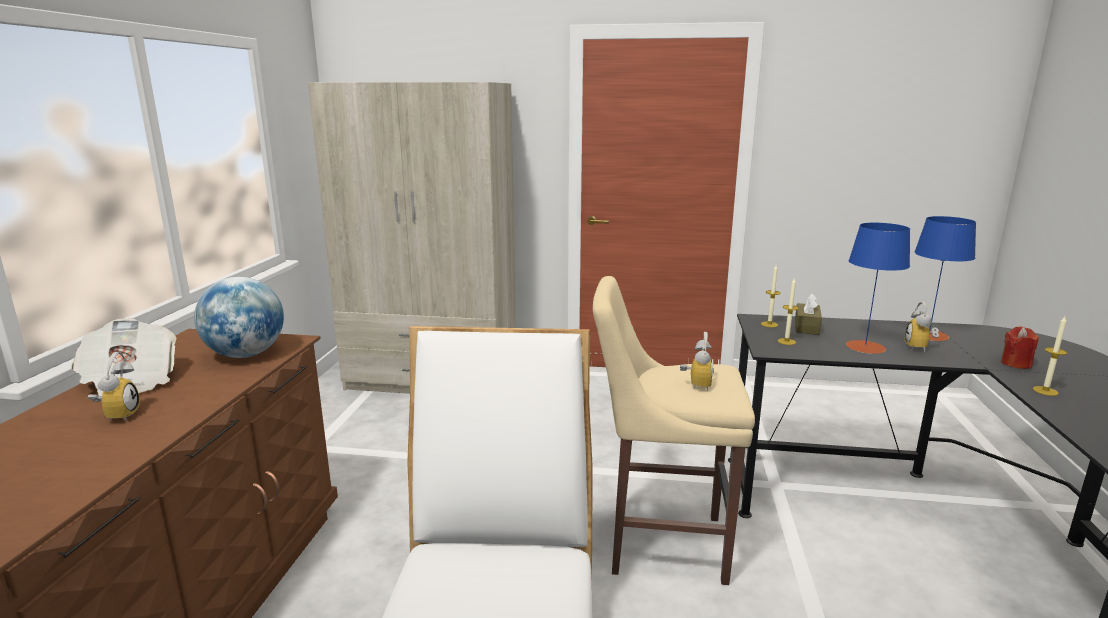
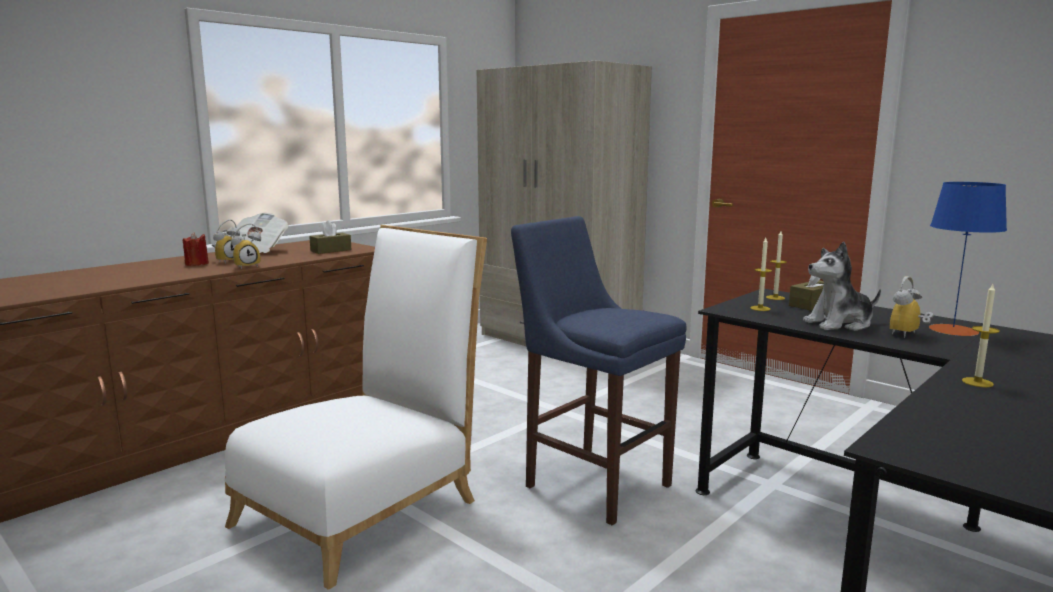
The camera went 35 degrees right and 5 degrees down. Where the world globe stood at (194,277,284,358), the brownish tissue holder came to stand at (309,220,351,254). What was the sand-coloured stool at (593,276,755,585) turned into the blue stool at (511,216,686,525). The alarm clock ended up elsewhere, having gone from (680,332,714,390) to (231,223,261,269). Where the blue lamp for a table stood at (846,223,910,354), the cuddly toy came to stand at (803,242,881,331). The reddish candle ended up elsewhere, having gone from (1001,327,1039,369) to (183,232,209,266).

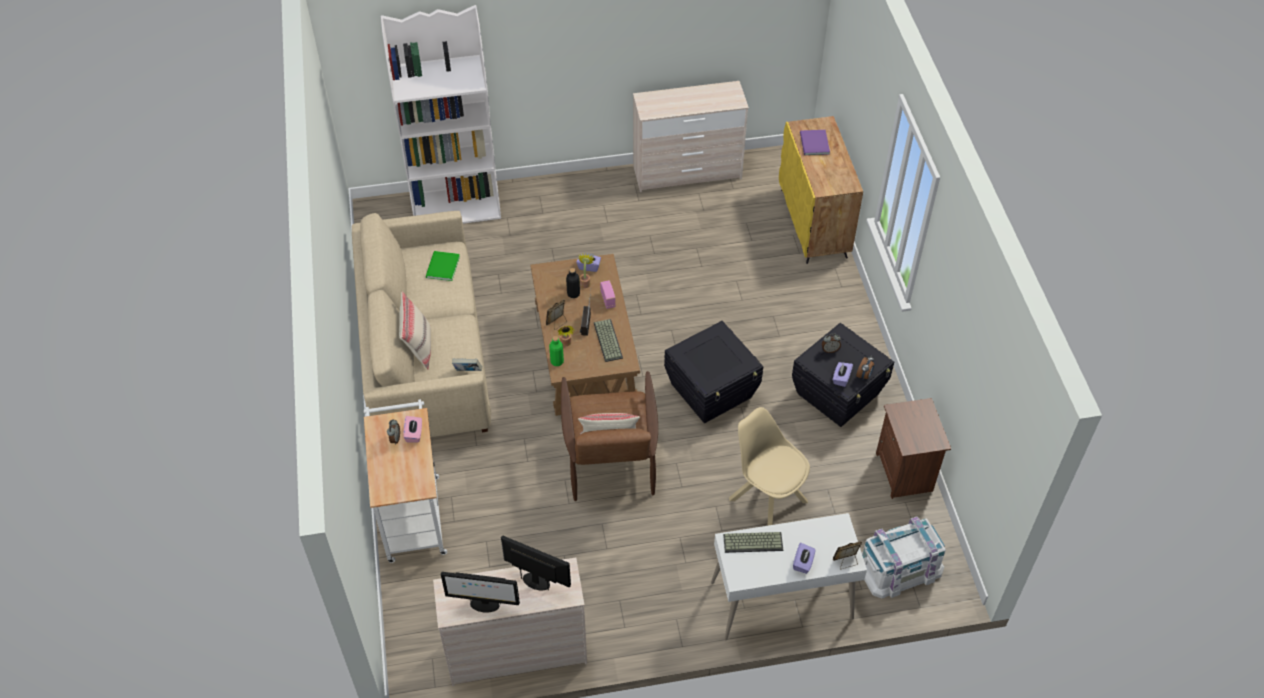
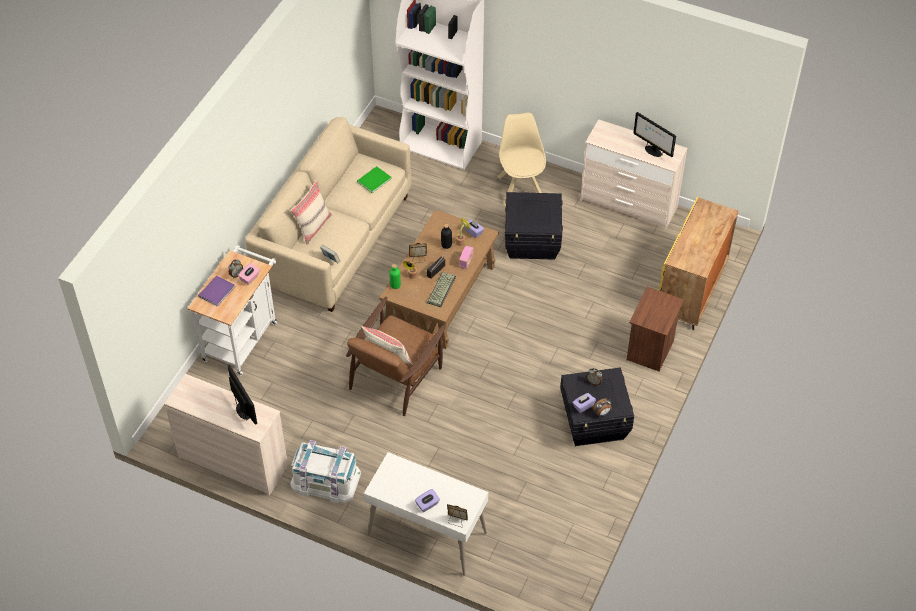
The camera went 35 degrees right and 0 degrees up. The monitor ended up elsewhere, having gone from (441,572,520,613) to (633,112,676,157). The black storage box ended up elsewhere, having gone from (664,321,763,423) to (505,192,563,260). The second view lost the keyboard at (723,532,783,553). The sand-coloured plain chair ended up elsewhere, having gone from (729,407,810,526) to (498,113,546,206). The purplish bound book ended up elsewhere, having gone from (800,130,830,155) to (198,276,235,306). The white-coloured storage box ended up elsewhere, having gone from (862,517,946,599) to (290,440,361,503). The brownish night table ended up elsewhere, having gone from (876,398,951,499) to (626,287,684,371).

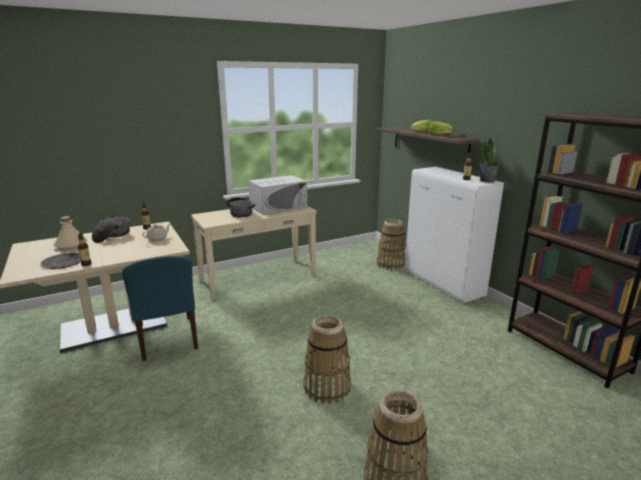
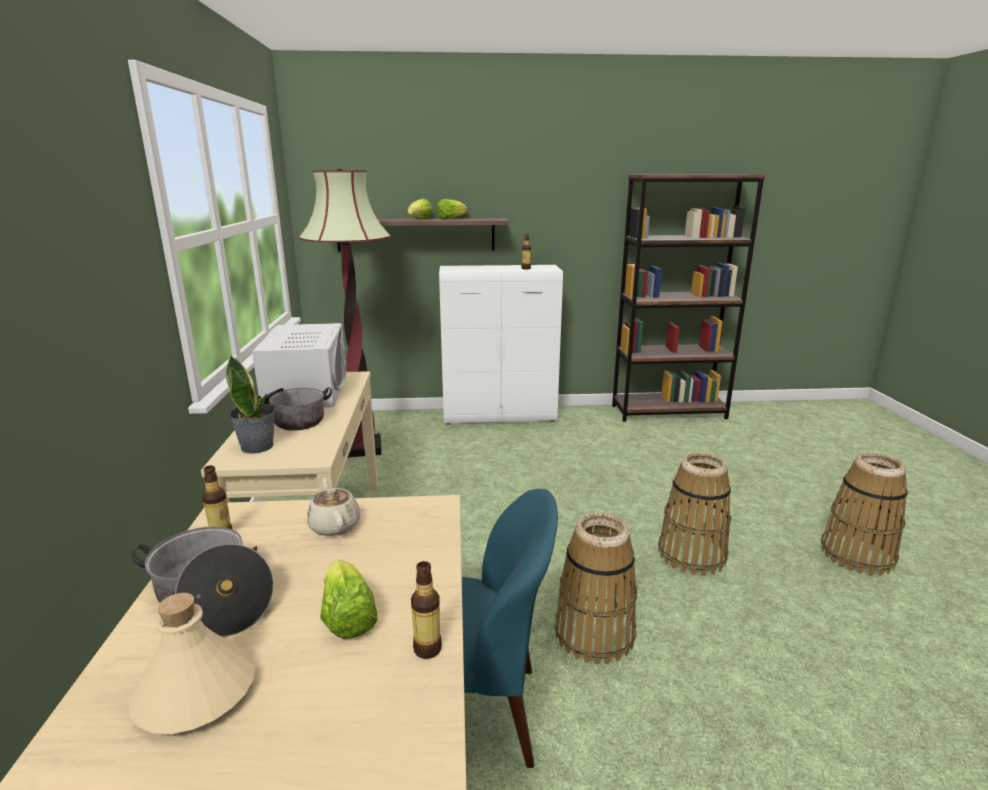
The camera went 65 degrees left and 0 degrees up. The second view lost the black plate at (40,253,81,269). The household basket ended up elsewhere, having gone from (377,219,406,270) to (555,513,637,664). The potted plant ended up elsewhere, having gone from (480,137,500,182) to (226,355,276,454). The second view gained the floor lamp at (298,169,391,457). The second view gained the lettuce head at (320,560,377,639).

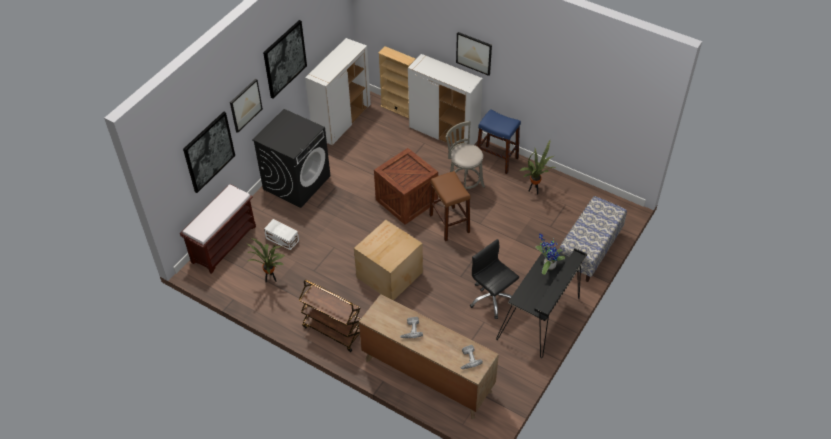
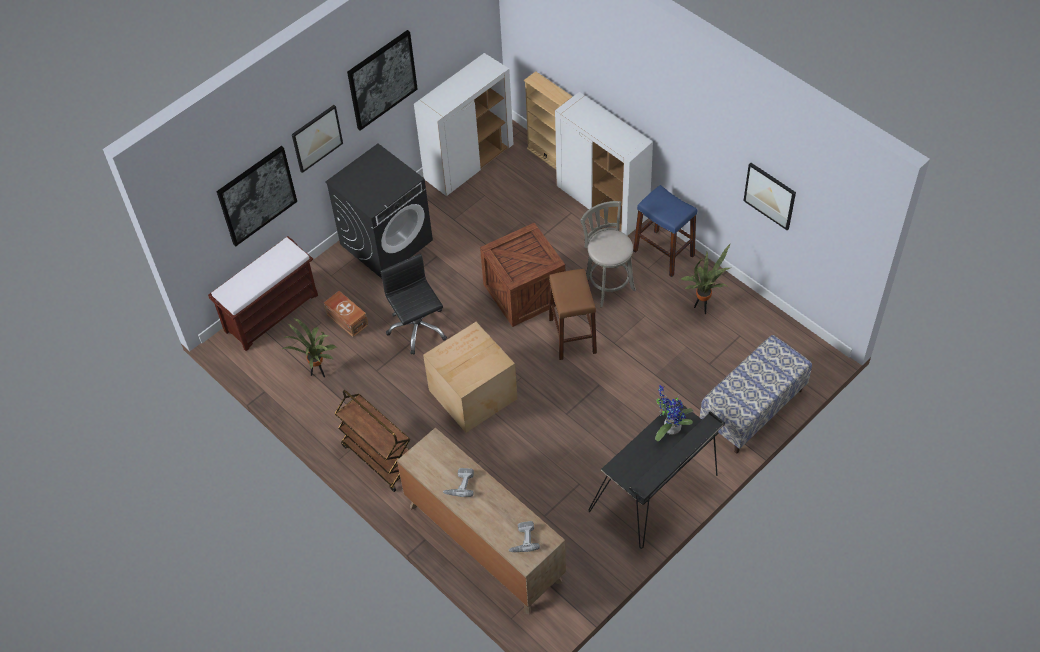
The camera went 15 degrees right and 5 degrees up. What was the white-coloured storage box at (264,219,299,251) turned into the brownish storage box at (324,291,368,337). The picture ended up elsewhere, having gone from (456,32,492,76) to (743,163,796,230). The black office chair ended up elsewhere, having gone from (470,239,519,319) to (381,254,447,355).

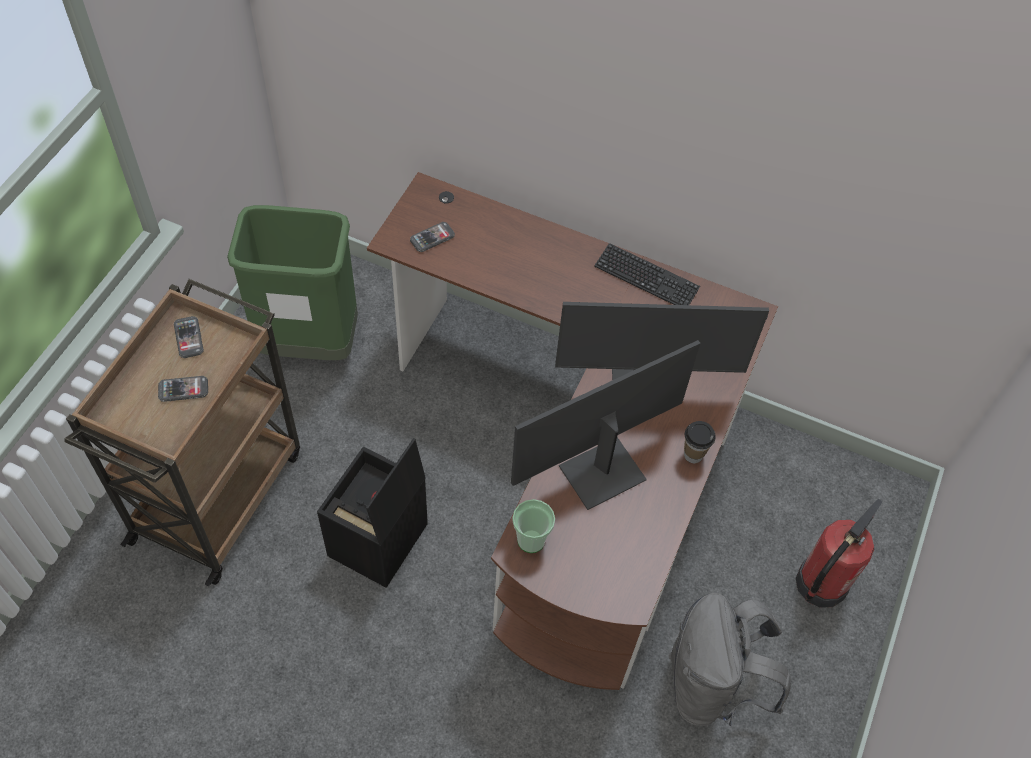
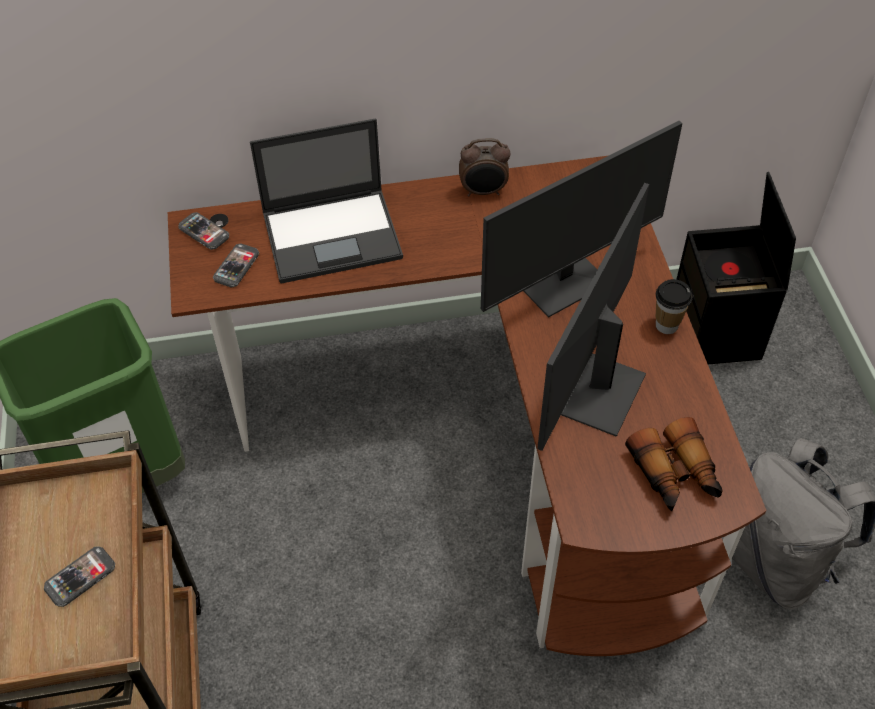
The camera went 30 degrees left and 5 degrees down. The phone ended up elsewhere, having gone from (174,316,204,358) to (179,212,229,250). The black storage box ended up elsewhere, having gone from (317,438,428,588) to (676,172,796,364). The second view lost the small cup at (512,499,555,553). Where the keyboard stood at (594,243,700,305), the alarm clock came to stand at (459,138,511,197). The second view lost the fire-fighting cylinder at (796,498,883,608). The second view gained the laptop at (250,118,403,284). The second view gained the field glasses at (625,417,722,511).

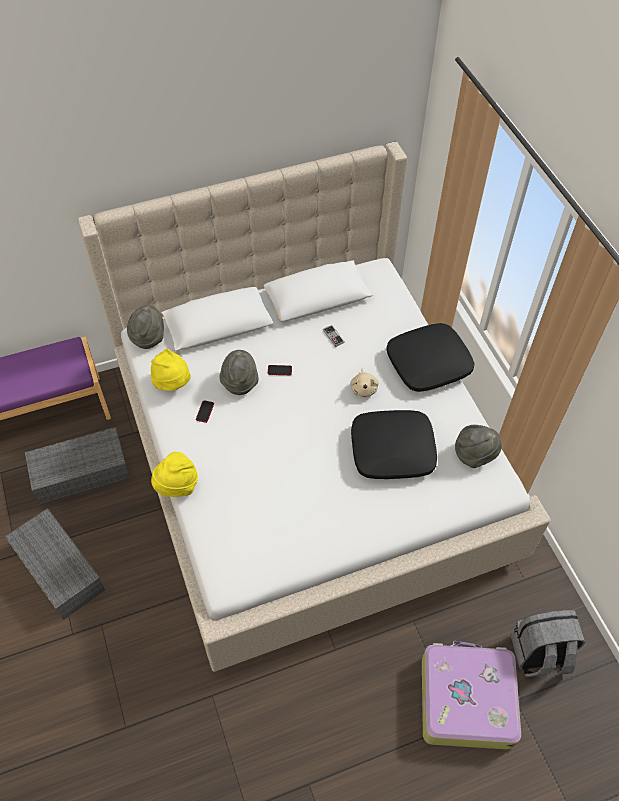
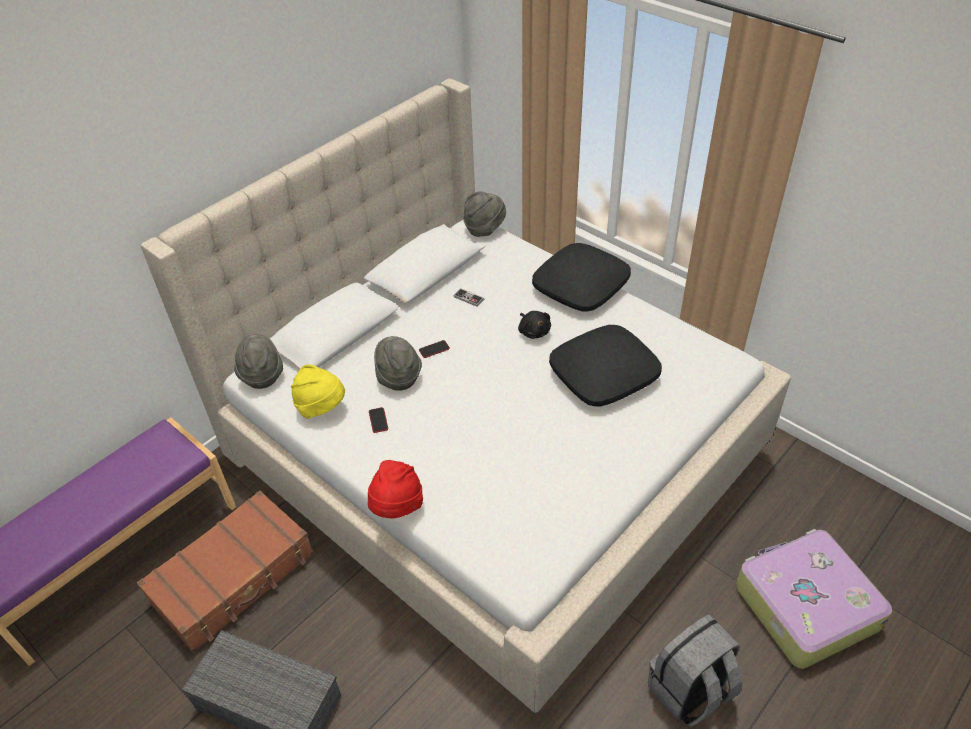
The camera went 25 degrees left and 10 degrees down. Where the greyish storage box stood at (25,427,130,504), the brownish suitcase came to stand at (137,490,313,652). What was the yellow-coloured clothing hat at (151,452,198,497) turned into the reddish clothing hat at (368,460,423,518). What was the sand-coloured cuddly toy at (350,368,379,397) turned into the black cuddly toy at (518,311,551,339). The greyish clothing hat ended up elsewhere, having gone from (455,425,502,468) to (464,191,506,237). The greyish rucksack ended up elsewhere, having gone from (511,610,585,677) to (648,615,743,727).

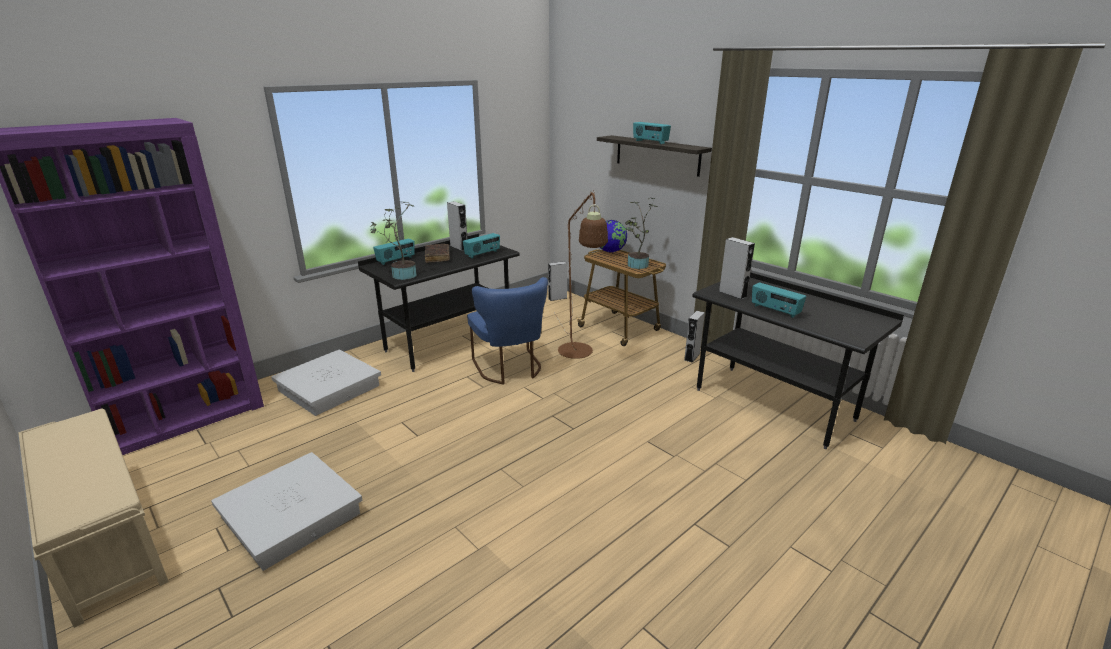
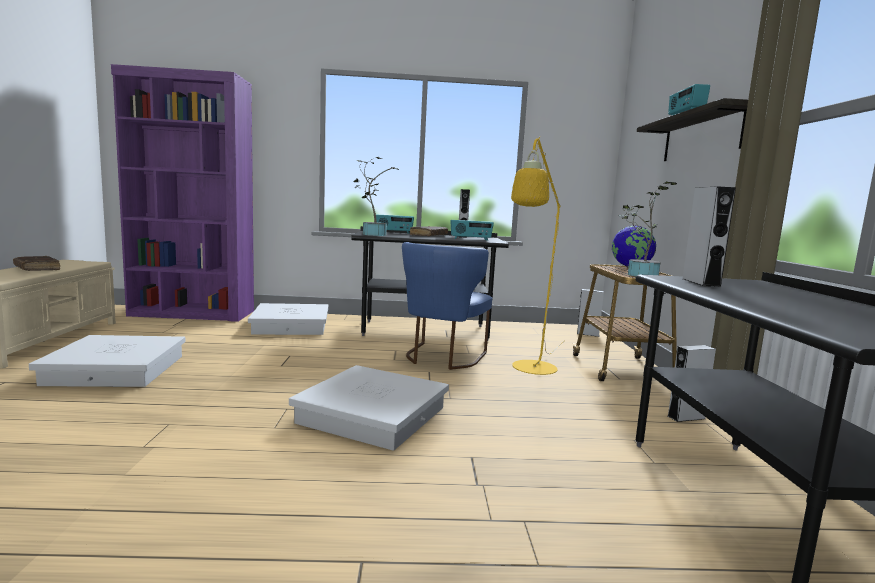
The camera went 40 degrees right and 15 degrees down. What was the brownish floor lamp at (555,190,608,359) turned into the yellow-coloured floor lamp at (511,137,565,375). The second view lost the radio set at (752,283,806,318). The second view gained the brownish bound book at (13,256,60,271). The second view gained the white-coloured storage box at (289,365,449,451).

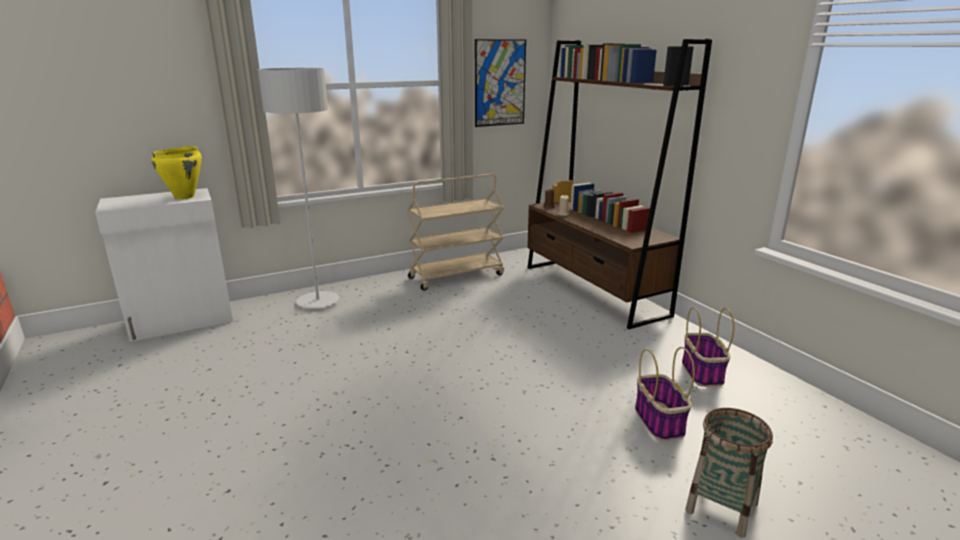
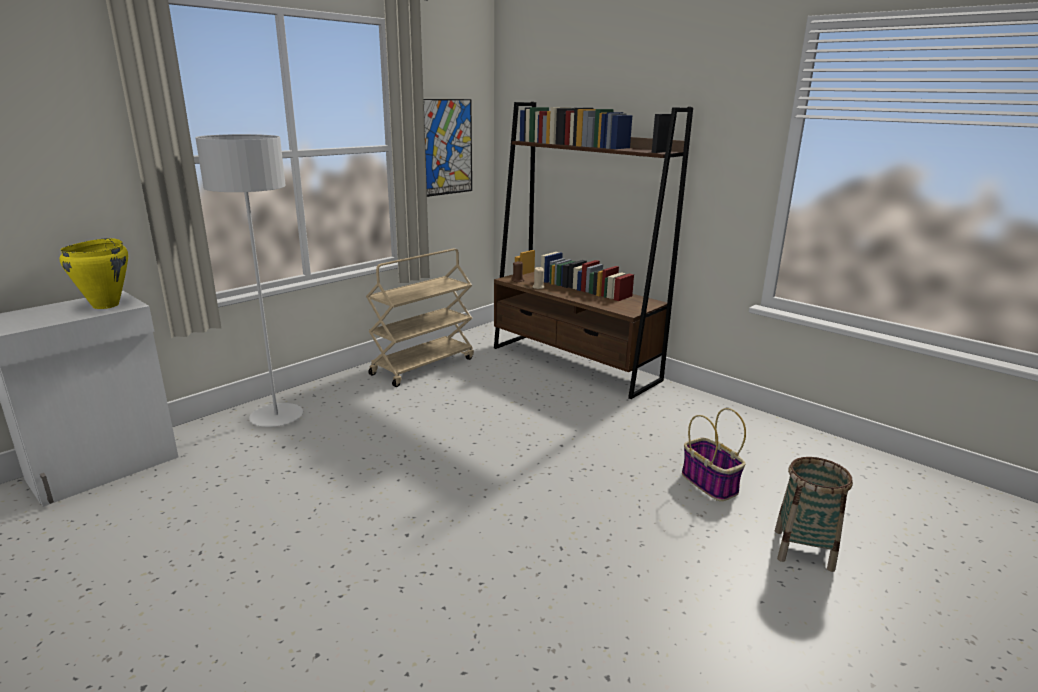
The camera went 20 degrees left and 0 degrees up. The second view lost the household basket at (682,307,734,387).

